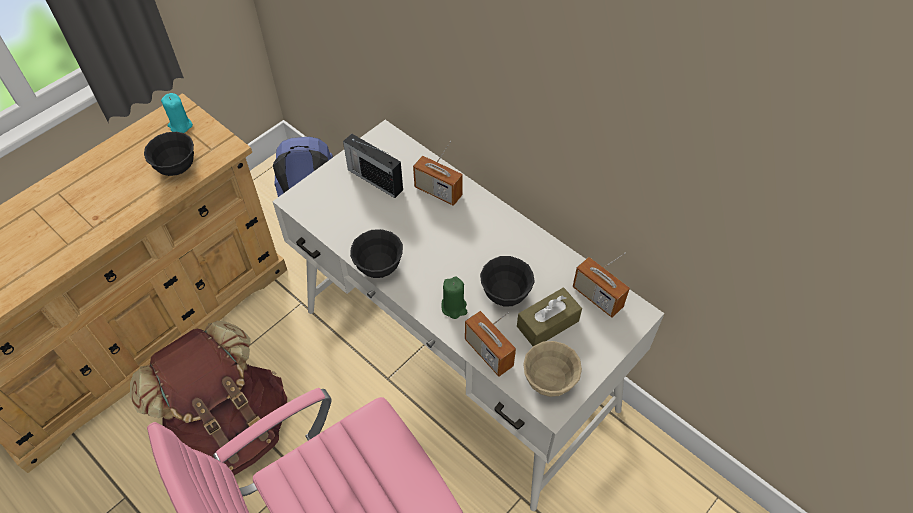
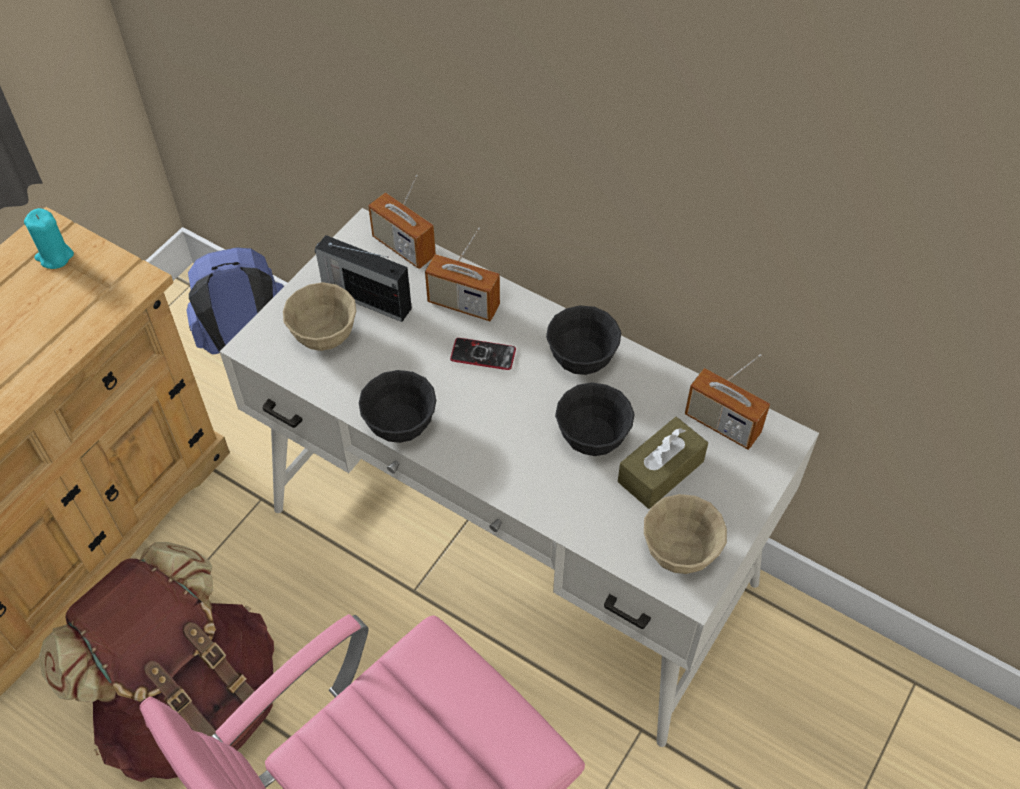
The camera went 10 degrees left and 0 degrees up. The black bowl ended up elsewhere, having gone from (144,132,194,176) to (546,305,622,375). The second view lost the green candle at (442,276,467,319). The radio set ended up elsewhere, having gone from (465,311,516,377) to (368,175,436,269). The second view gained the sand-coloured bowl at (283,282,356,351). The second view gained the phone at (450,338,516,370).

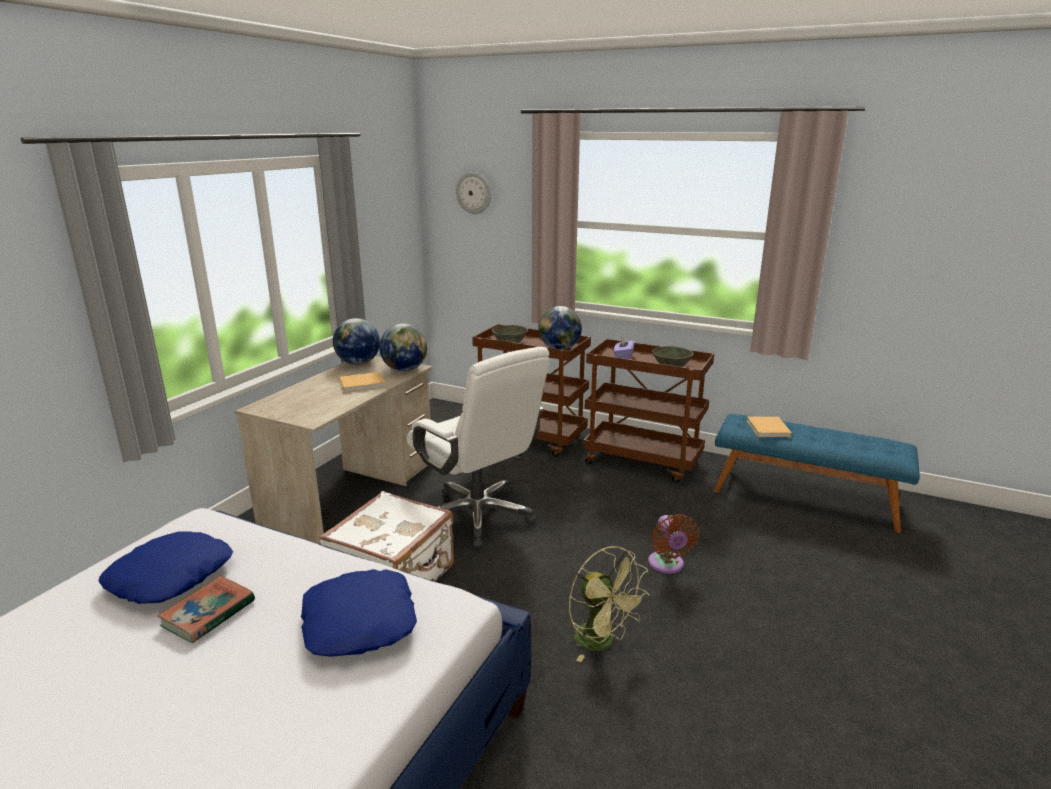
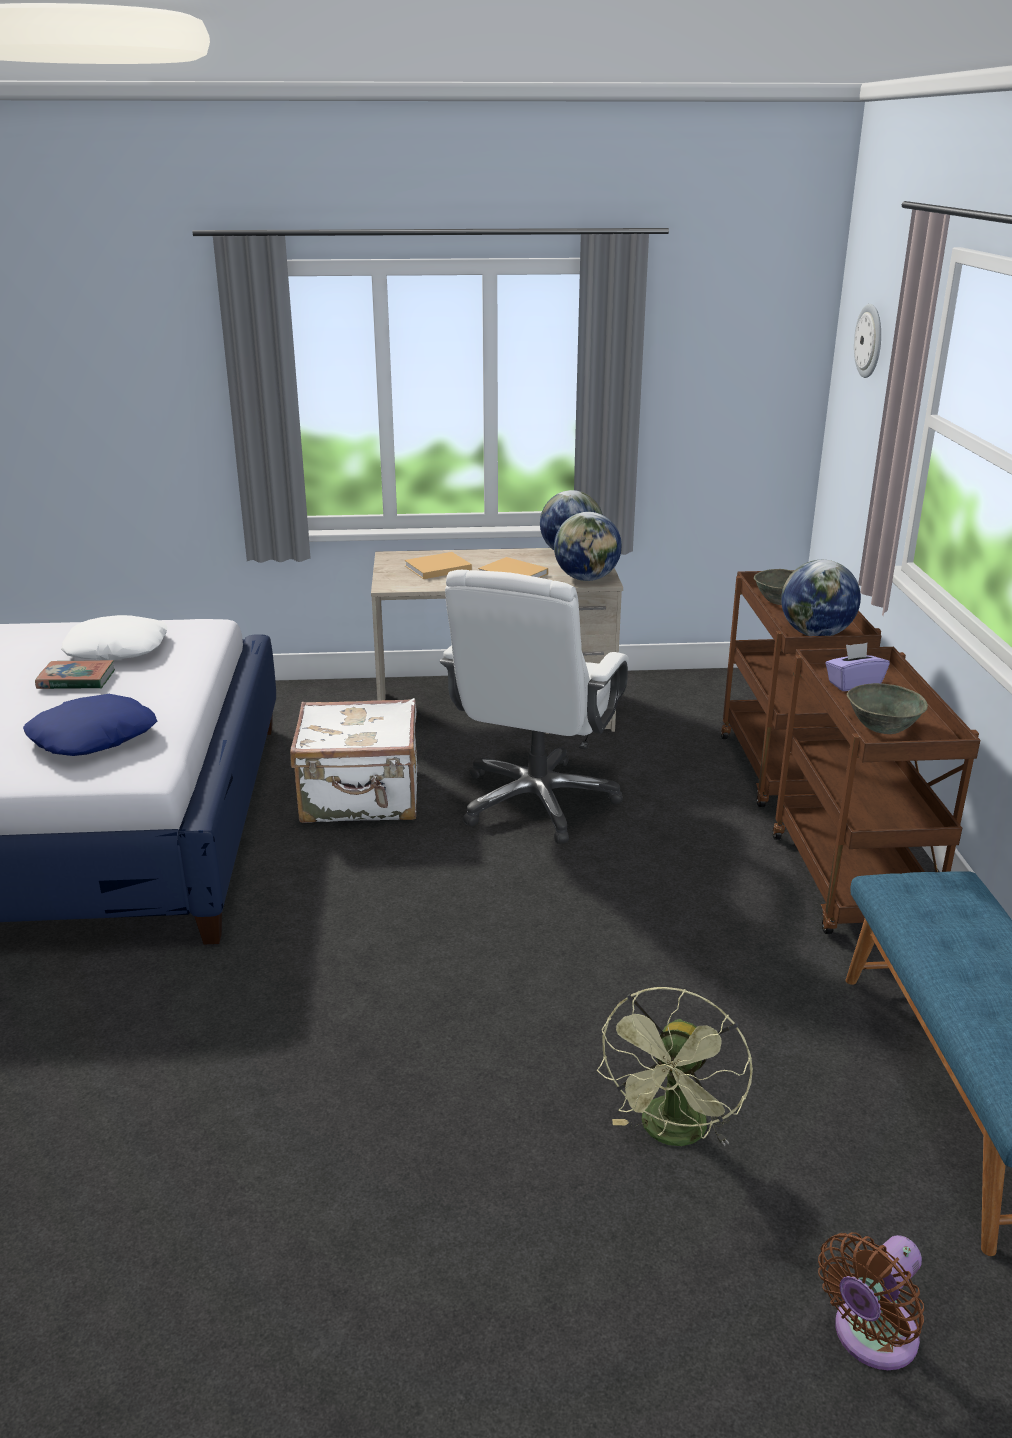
The camera went 60 degrees right and 5 degrees up. What was the blue pillow at (98,532,233,604) turned into the white-coloured pillow at (61,615,167,660). The green cooling fan ended up elsewhere, having gone from (569,546,649,662) to (597,987,753,1146). The brownish cooling fan ended up elsewhere, having gone from (648,514,699,574) to (818,1232,924,1370). The sand-coloured bound book ended up elsewhere, having gone from (747,417,792,437) to (404,552,472,579).

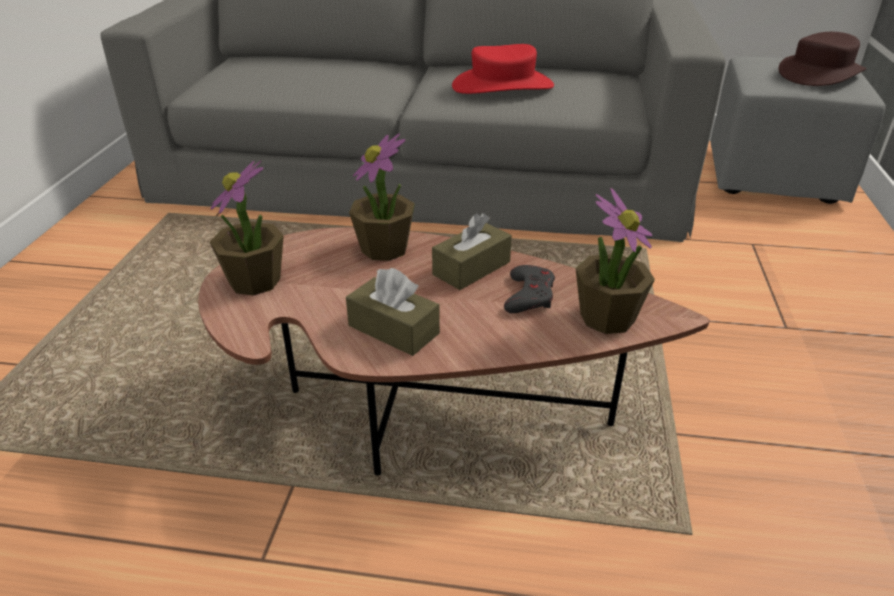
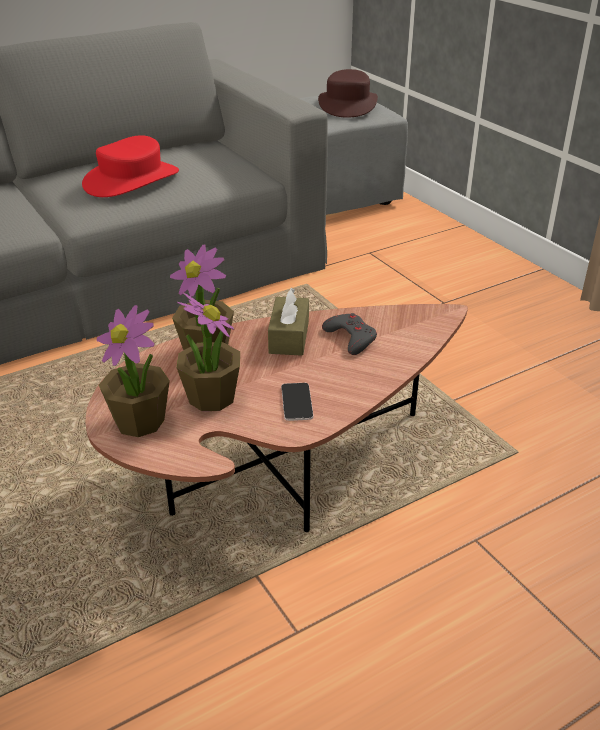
The camera went 40 degrees left and 0 degrees up. Where the brownish tissue holder stood at (346,268,440,356), the phone came to stand at (281,383,313,421). The potted plant ended up elsewhere, having gone from (576,188,655,334) to (177,292,240,411).

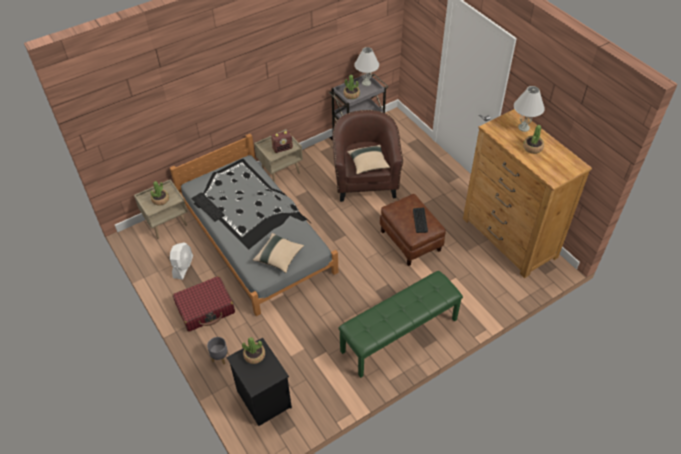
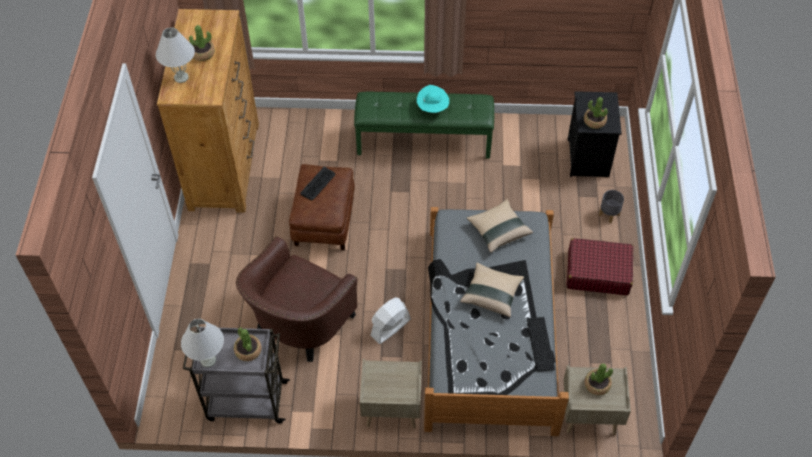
The camera went 145 degrees left and 5 degrees up. The white-coloured cooling fan ended up elsewhere, having gone from (170,242,193,280) to (370,297,411,344). The second view lost the radio set at (271,131,293,153). The sand-coloured pillow ended up elsewhere, having gone from (347,145,390,174) to (460,263,524,317). The second view gained the turquoise clothing hat at (417,85,449,113).

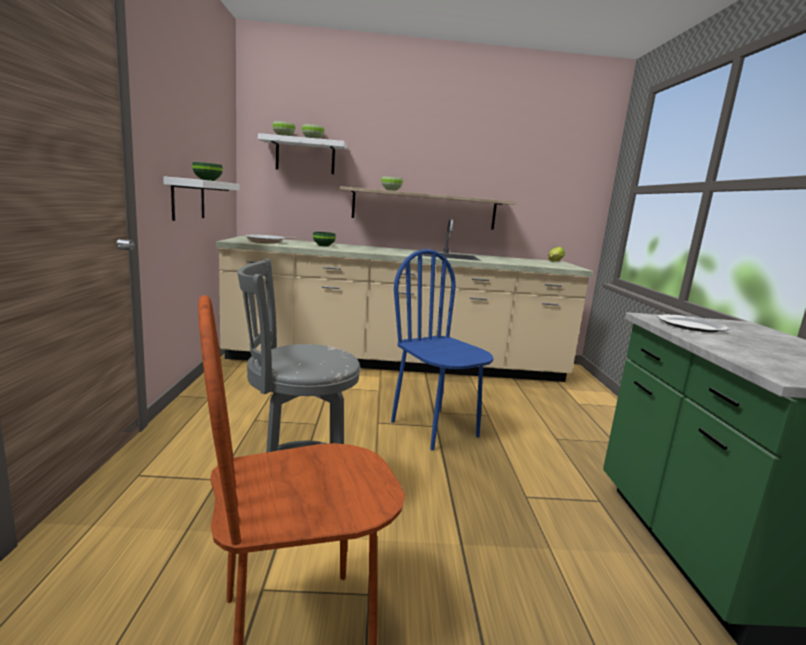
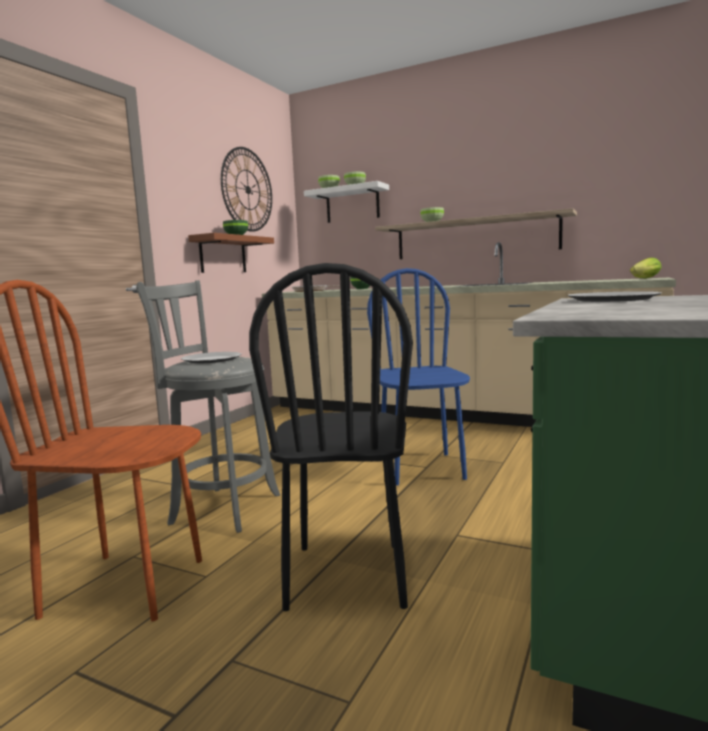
The camera went 30 degrees right and 5 degrees down. What was the white-coloured bracket shelf at (163,176,240,221) turned into the brownish bracket shelf at (188,233,274,273). The second view gained the plate at (181,352,242,363). The second view gained the hanging clock at (221,147,272,232). The second view gained the black plain chair at (249,263,413,611).

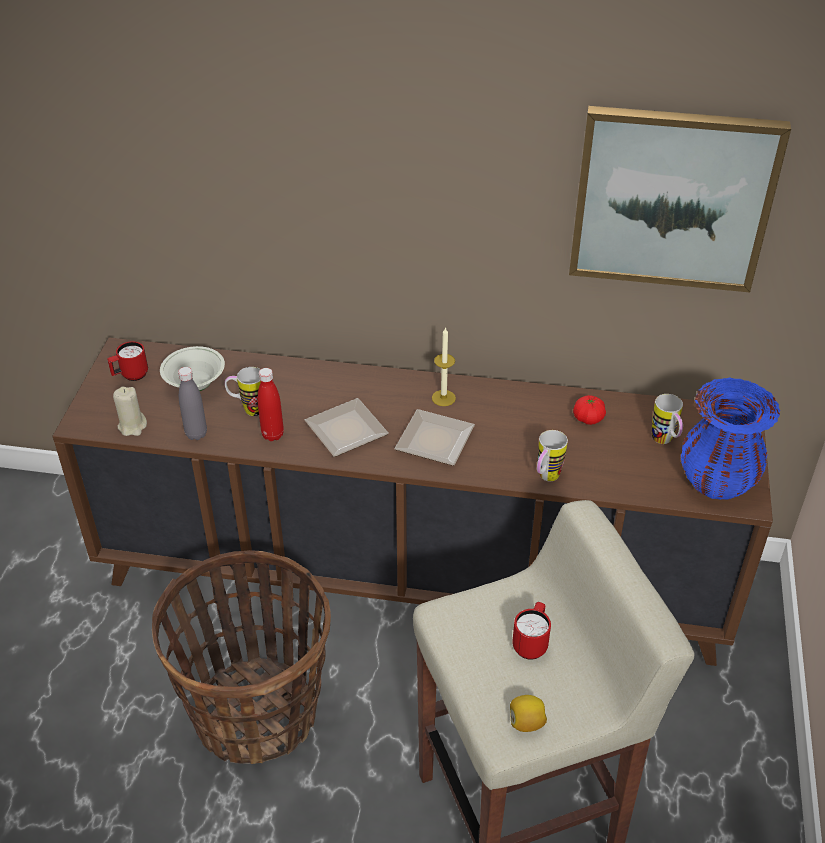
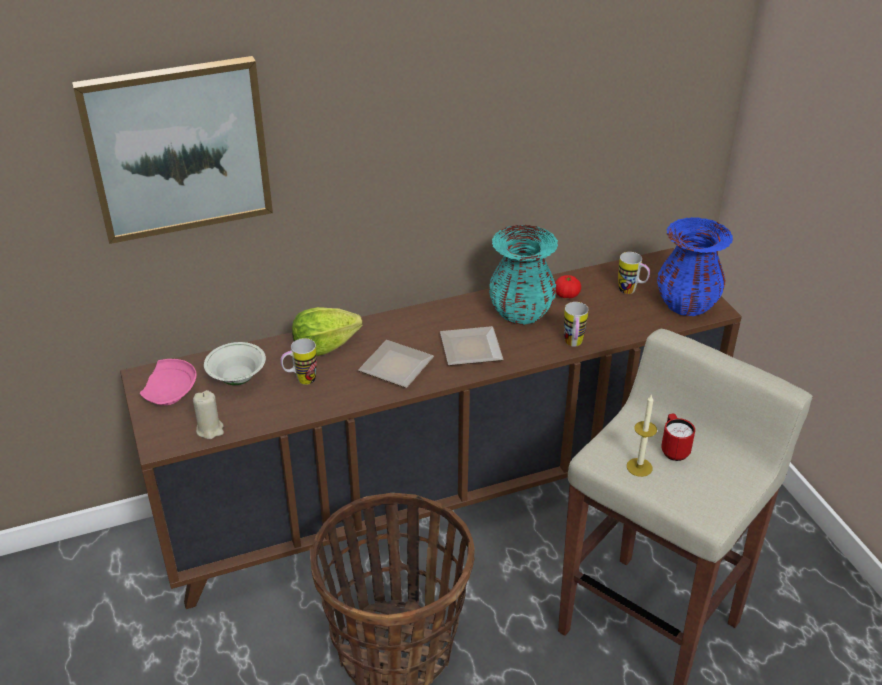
The camera went 30 degrees left and 5 degrees down. Where the reddish tea mug stood at (107,341,148,381), the pink-coloured plate came to stand at (140,359,197,405). The second view lost the greyish beverage bottle at (178,367,207,440). The second view lost the reddish beverage bottle at (258,368,284,441). The candle ended up elsewhere, having gone from (432,327,456,406) to (627,395,657,477). The second view lost the lemon at (510,695,547,732). The picture ended up elsewhere, having gone from (569,106,791,292) to (72,56,273,244). The second view gained the lettuce head at (292,307,362,356). The second view gained the turquoise decorative vase at (489,225,558,325).

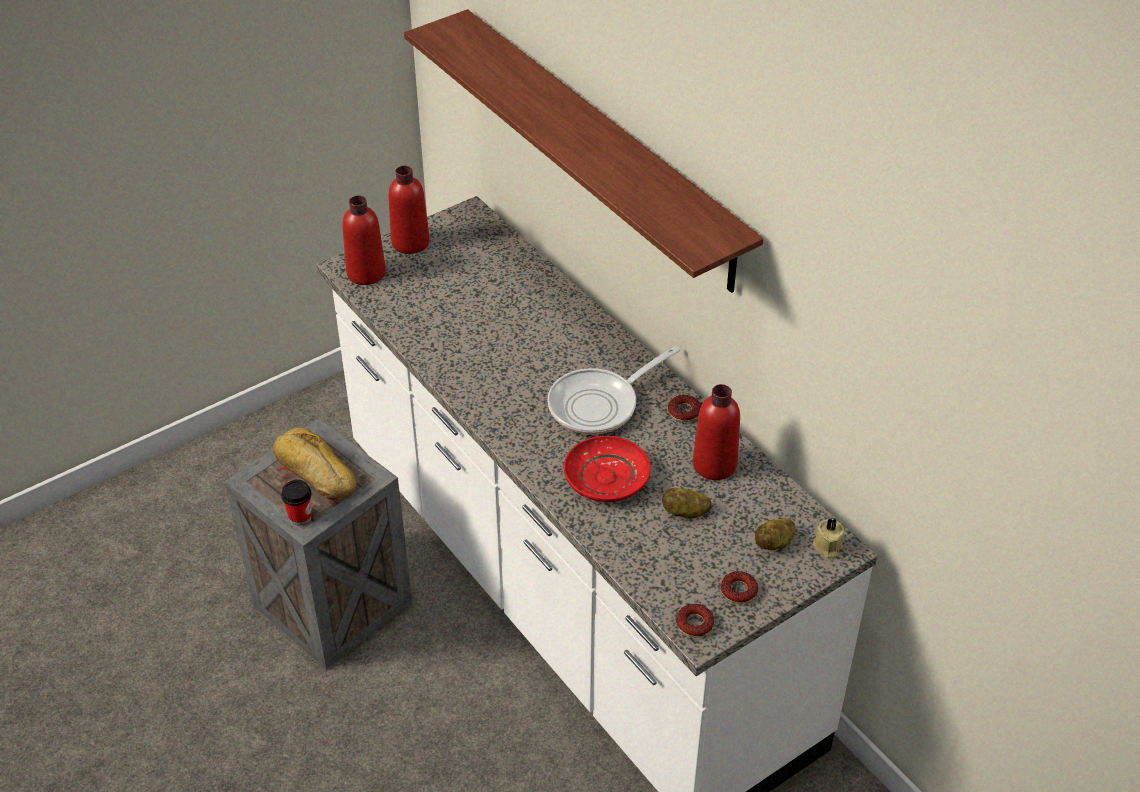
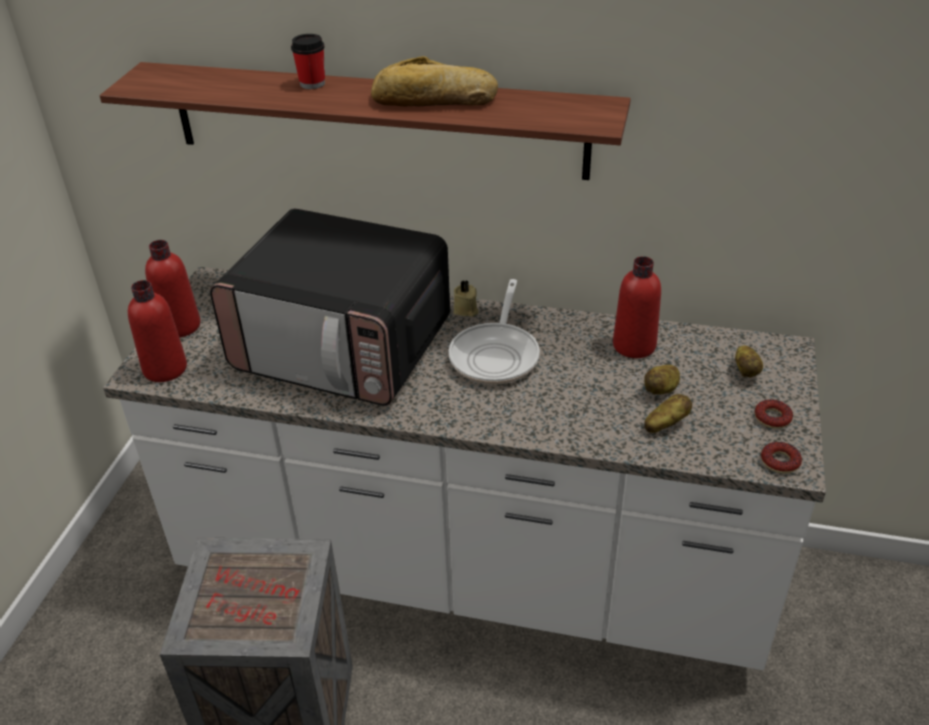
The camera went 40 degrees left and 5 degrees down. The baked bread ended up elsewhere, having gone from (273,427,357,500) to (371,56,498,106). The small cup ended up elsewhere, having gone from (281,480,312,525) to (291,34,325,89). The second view lost the reddish plate at (564,436,650,502). The second view lost the doughnut at (668,395,701,422). The sand-coloured candle ended up elsewhere, having gone from (813,518,845,558) to (454,280,479,317). The second view gained the kitchen microwave at (210,209,450,406). The second view gained the spud at (644,394,693,433).

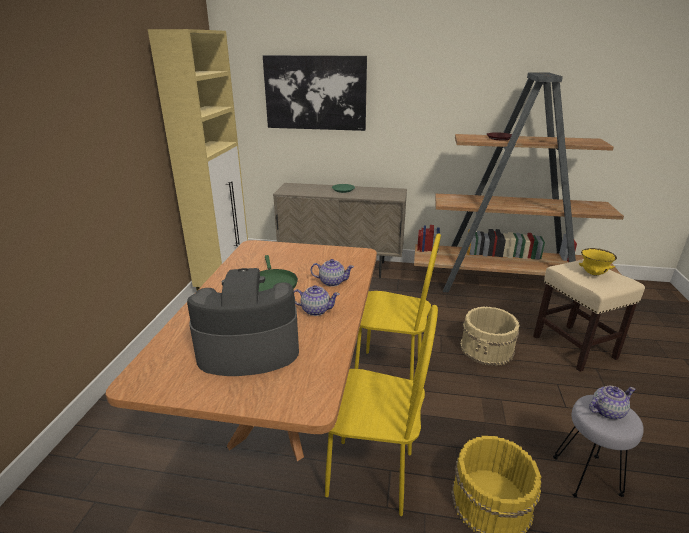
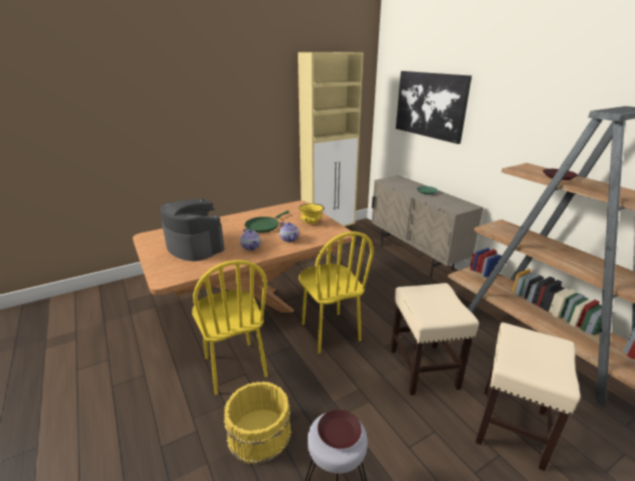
The camera went 50 degrees right and 0 degrees up. Where the sand-coloured pail stood at (460,306,520,366), the sand-coloured stool came to stand at (390,283,479,395). The yellow-coloured bowl ended up elsewhere, having gone from (579,248,617,276) to (299,203,324,225). Where the pot for tea stood at (589,386,636,420), the brownish plate came to stand at (318,410,361,449).

